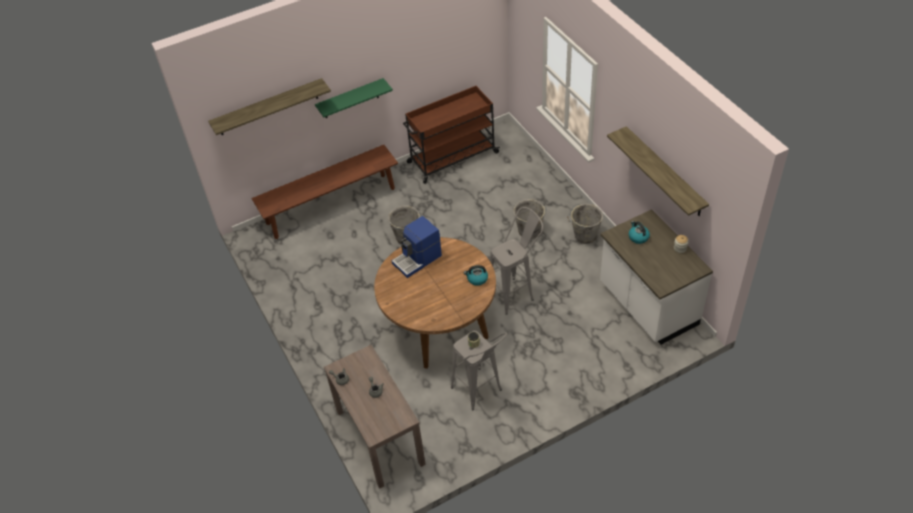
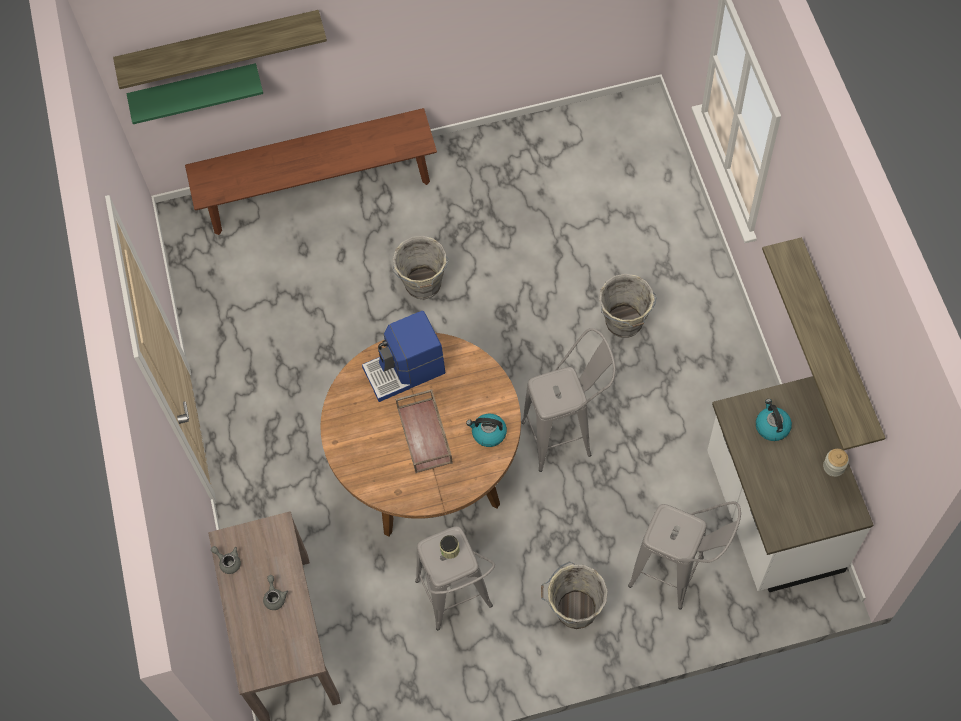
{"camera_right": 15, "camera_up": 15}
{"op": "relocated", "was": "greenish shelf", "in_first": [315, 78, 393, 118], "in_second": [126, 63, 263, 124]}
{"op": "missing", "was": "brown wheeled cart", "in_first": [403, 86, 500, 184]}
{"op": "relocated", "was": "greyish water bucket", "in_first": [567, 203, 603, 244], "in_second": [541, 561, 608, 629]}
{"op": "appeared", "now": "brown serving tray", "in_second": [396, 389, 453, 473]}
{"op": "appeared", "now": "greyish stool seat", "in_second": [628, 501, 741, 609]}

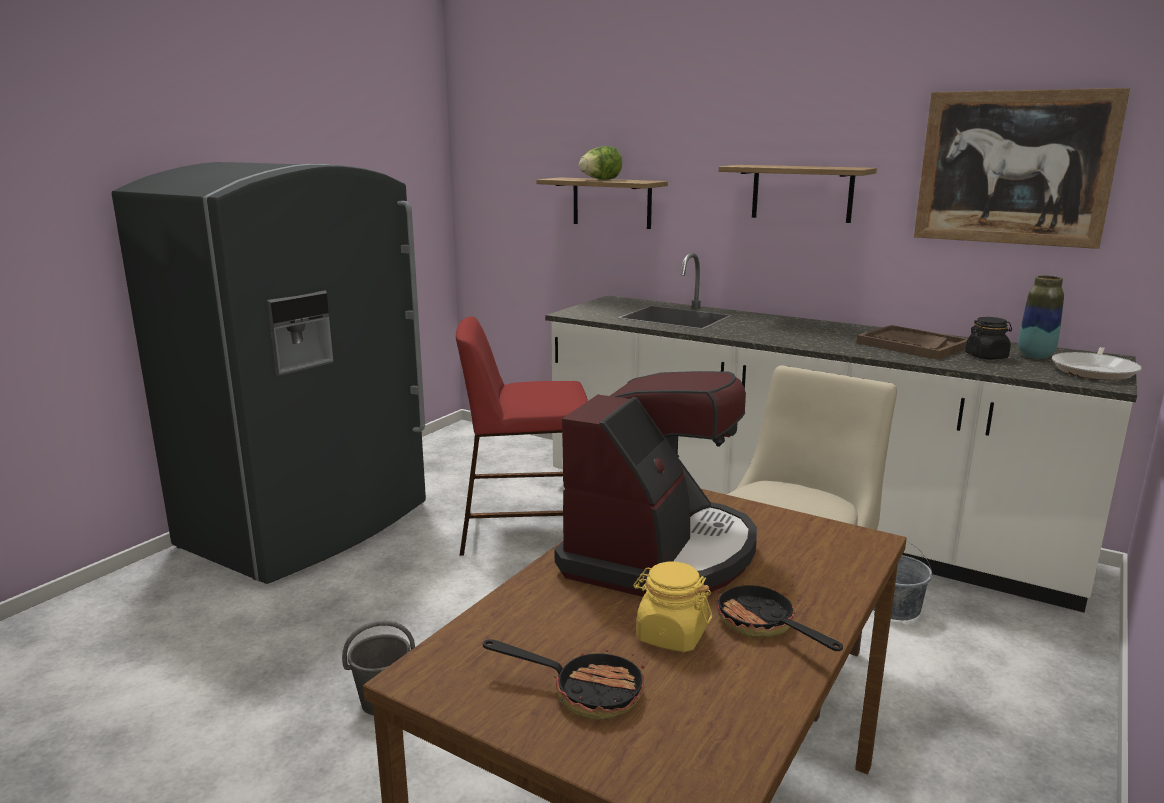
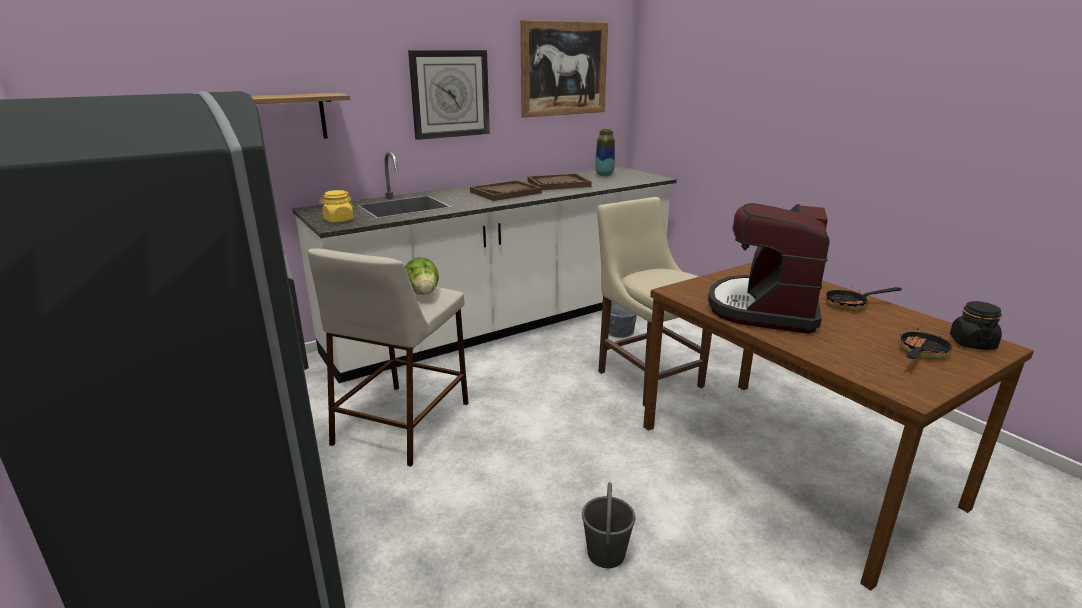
{"camera_right": -65, "camera_up": 5}
{"op": "colour", "was": "red-coloured stool seat", "now": "beige-coloured stool seat", "in_first": [456, 316, 588, 556], "in_second": [308, 248, 468, 467]}
{"op": "spun", "was": "coffee brewer", "in_first": [555, 371, 757, 597], "in_second": [708, 203, 830, 334], "clockwise": -120}
{"op": "relocated", "was": "head of lettuce", "in_first": [579, 146, 622, 180], "in_second": [405, 257, 439, 295]}
{"op": "relocated", "was": "yellow-coloured storage jar", "in_first": [633, 561, 712, 652], "in_second": [319, 190, 354, 223]}
{"op": "exchanged", "was": "shelf", "now": "wall clock", "in_first": [719, 165, 877, 223], "in_second": [408, 50, 490, 140]}
{"op": "relocated", "was": "black-coloured storage jar", "in_first": [965, 317, 1012, 359], "in_second": [950, 301, 1002, 350]}
{"op": "missing", "was": "frying pan", "in_first": [1052, 347, 1142, 380]}
{"op": "appeared", "now": "brown serving tray", "in_second": [470, 180, 542, 201]}

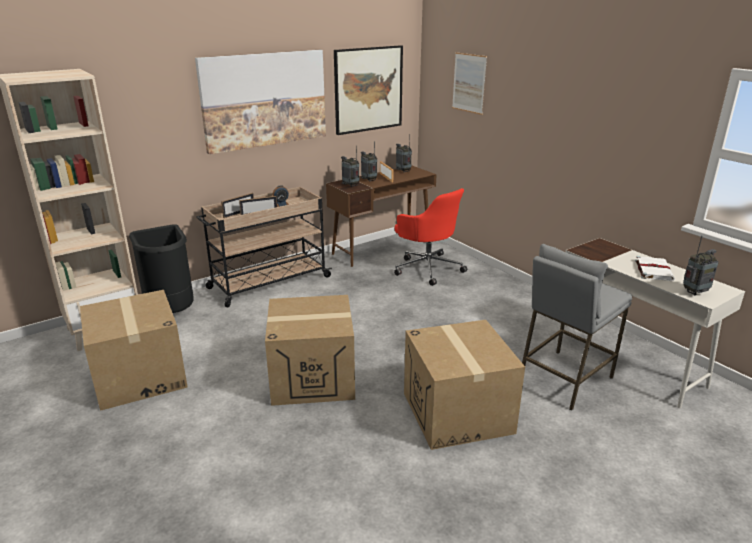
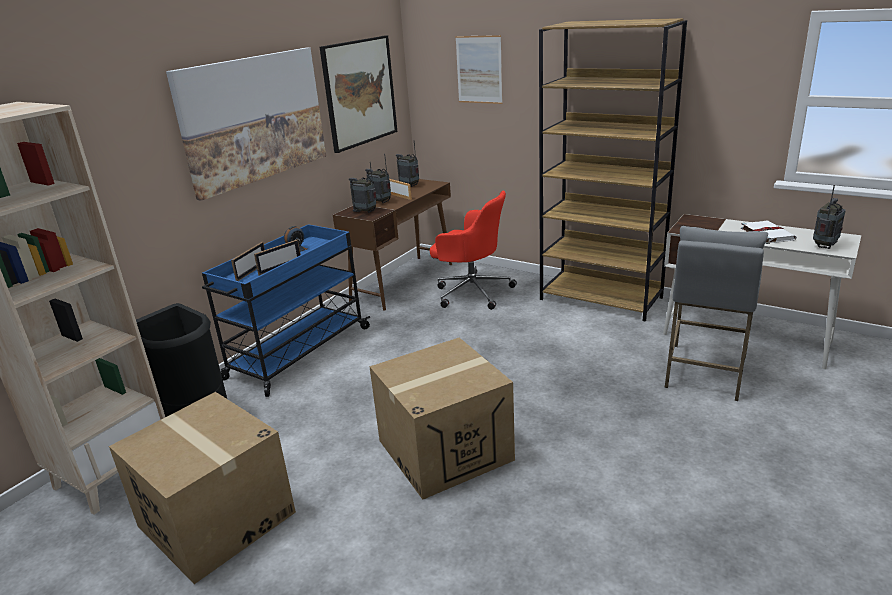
{"camera_right": -20, "camera_up": 0}
{"op": "colour", "was": "beige-coloured wheeled cart", "now": "bluish wheeled cart", "in_first": [196, 187, 332, 307], "in_second": [202, 224, 370, 397]}
{"op": "missing", "was": "packing box", "in_first": [404, 320, 525, 450]}
{"op": "appeared", "now": "brown bookshelf", "in_second": [539, 18, 687, 322]}

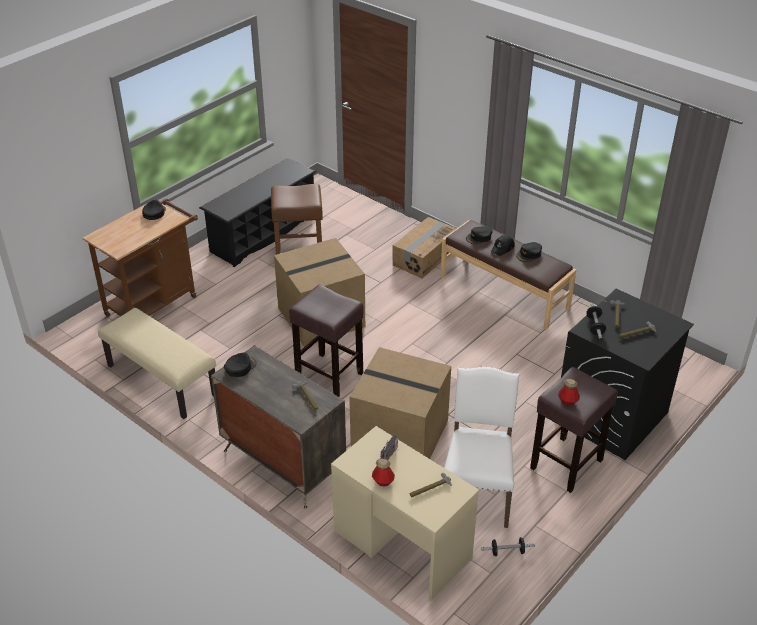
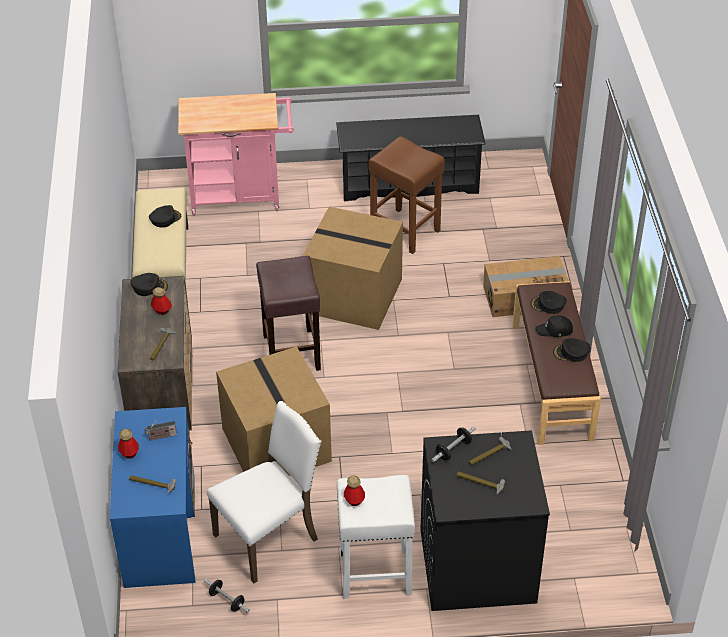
{"camera_right": 45, "camera_up": 5}
{"op": "colour", "was": "brown wheeled cart", "now": "pink wheeled cart", "in_first": [83, 199, 198, 317], "in_second": [178, 93, 294, 216]}
{"op": "relocated", "was": "black-coloured peaked cap", "in_first": [142, 200, 166, 220], "in_second": [149, 205, 181, 227]}
{"op": "colour", "was": "beige-coloured desk table", "now": "bluish desk table", "in_first": [331, 426, 479, 601], "in_second": [110, 407, 195, 588]}
{"op": "colour", "was": "brown stool seat", "now": "white-coloured stool seat", "in_first": [530, 367, 618, 493], "in_second": [337, 475, 415, 599]}
{"op": "appeared", "now": "drink bottle", "in_second": [151, 287, 172, 315]}

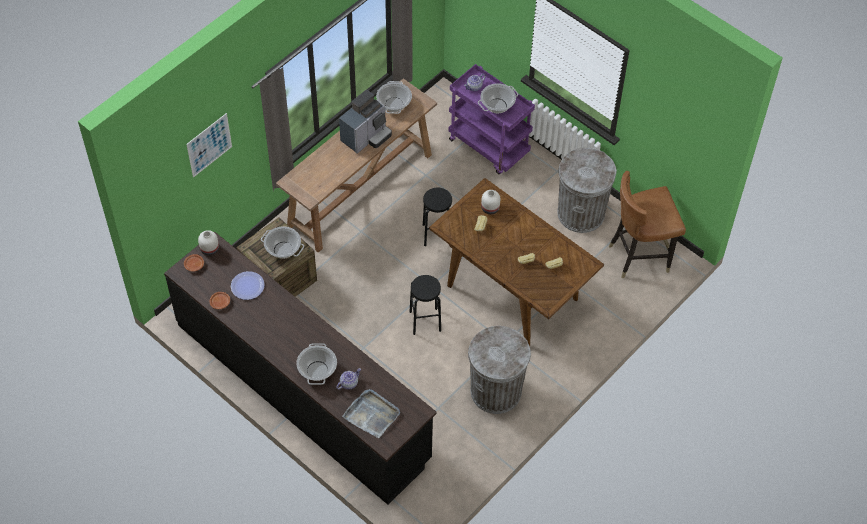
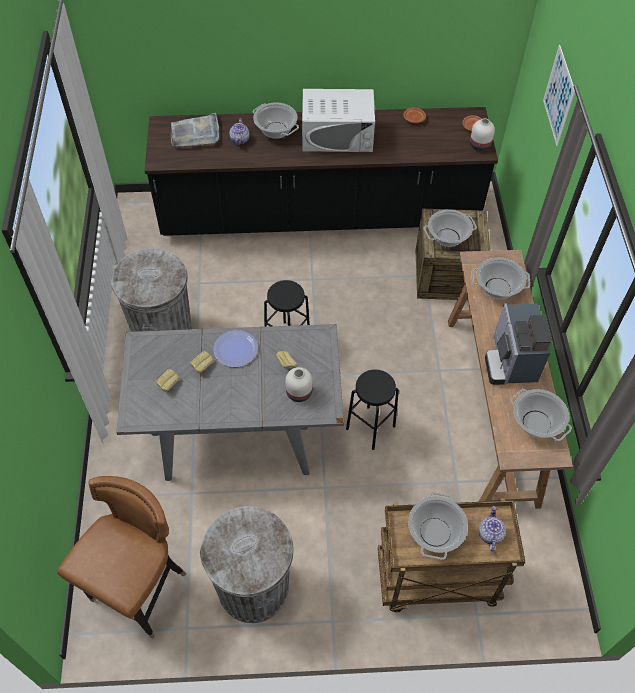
{"camera_right": 135, "camera_up": 0}
{"op": "relocated", "was": "dinner plate", "in_first": [231, 271, 265, 300], "in_second": [213, 330, 258, 367]}
{"op": "colour", "was": "brown dinner table", "now": "greyish dinner table", "in_first": [429, 178, 604, 346], "in_second": [116, 324, 344, 481]}
{"op": "colour", "was": "purple wheeled cart", "now": "brown wheeled cart", "in_first": [448, 64, 535, 174], "in_second": [378, 498, 525, 612]}
{"op": "appeared", "now": "white-coloured kitchen microwave", "in_second": [302, 89, 375, 152]}
{"op": "appeared", "now": "cooking pot", "in_second": [472, 257, 530, 299]}

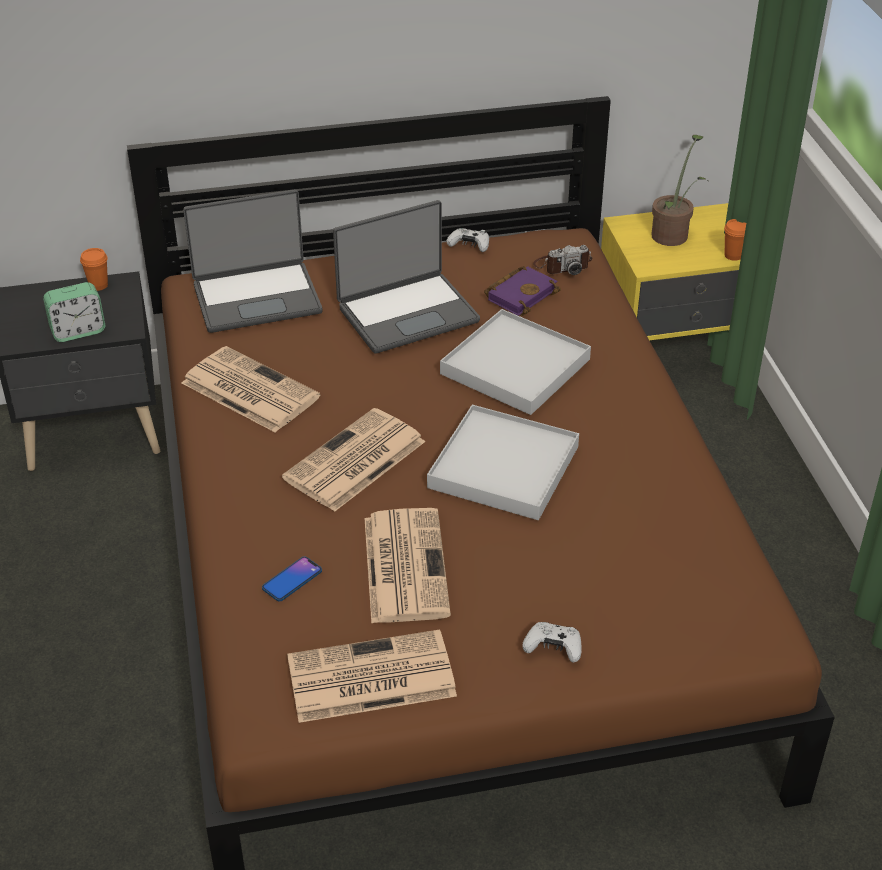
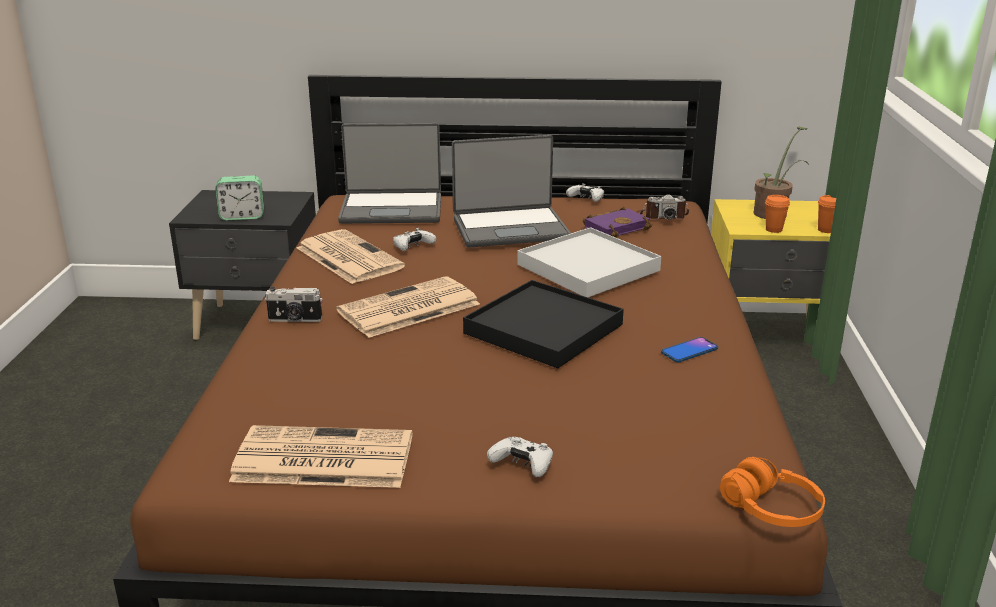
{"camera_right": 15, "camera_up": -15}
{"op": "relocated", "was": "orangey cup", "in_first": [80, 248, 108, 291], "in_second": [765, 195, 790, 233]}
{"op": "relocated", "was": "handset", "in_first": [262, 557, 322, 602], "in_second": [661, 337, 718, 362]}
{"op": "missing", "was": "daily paper", "in_first": [364, 508, 451, 624]}
{"op": "colour", "was": "white-coloured serving tray", "now": "black-coloured serving tray", "in_first": [427, 405, 579, 520], "in_second": [463, 280, 624, 368]}
{"op": "appeared", "now": "photo camera", "in_second": [265, 287, 323, 322]}
{"op": "appeared", "now": "white-coloured joypad", "in_second": [393, 228, 436, 251]}
{"op": "appeared", "now": "orangey headset", "in_second": [720, 457, 825, 527]}

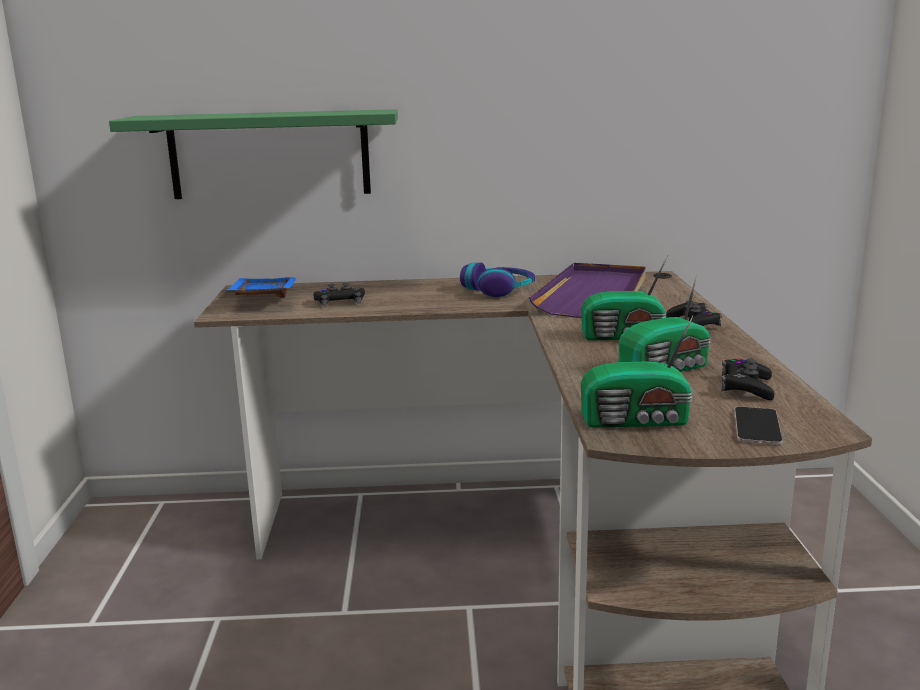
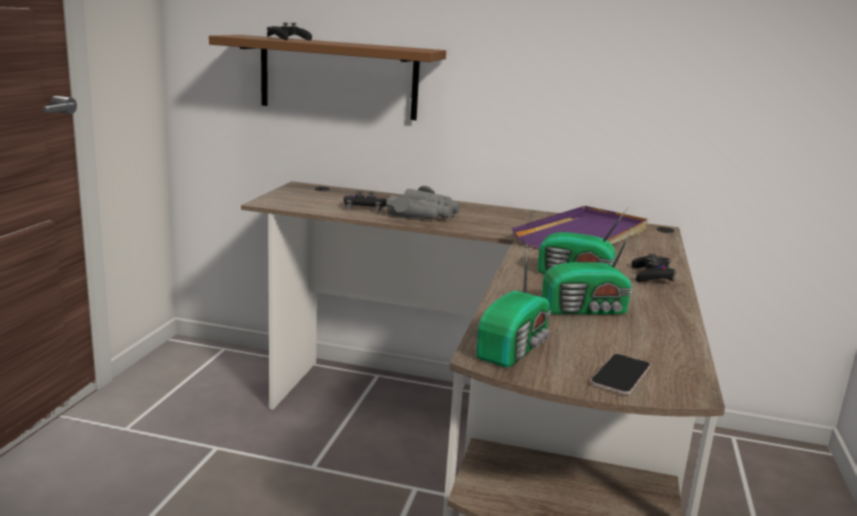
{"camera_right": 15, "camera_up": 0}
{"op": "colour", "was": "greenish shelf", "now": "brown shelf", "in_first": [109, 109, 398, 199], "in_second": [209, 35, 446, 120]}
{"op": "missing", "was": "bluish serving tray", "in_first": [227, 277, 297, 298]}
{"op": "missing", "was": "headset", "in_first": [460, 262, 535, 297]}
{"op": "spun", "was": "radio receiver", "in_first": [581, 316, 693, 428], "in_second": [476, 246, 551, 367], "clockwise": -75}
{"op": "relocated", "was": "black-coloured joypad", "in_first": [721, 358, 775, 400], "in_second": [267, 22, 312, 40]}
{"op": "appeared", "now": "greyish binoculars", "in_second": [386, 186, 461, 220]}

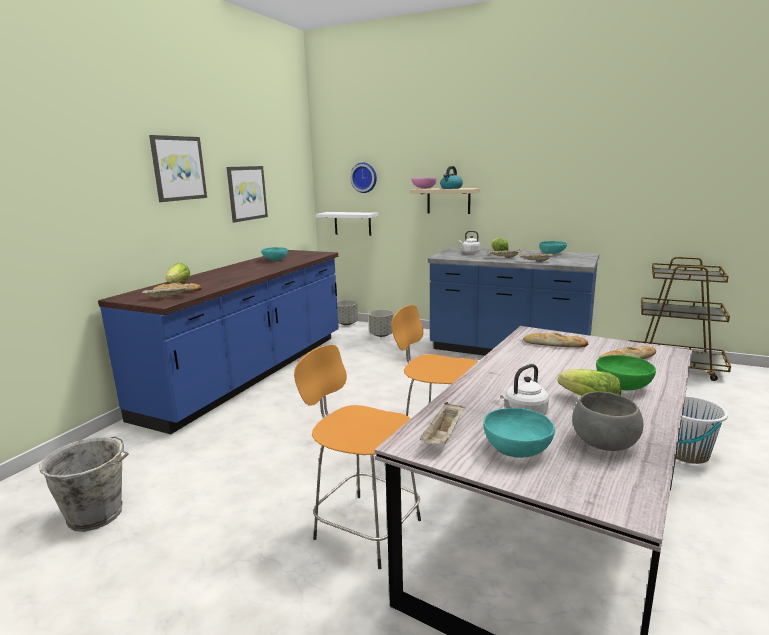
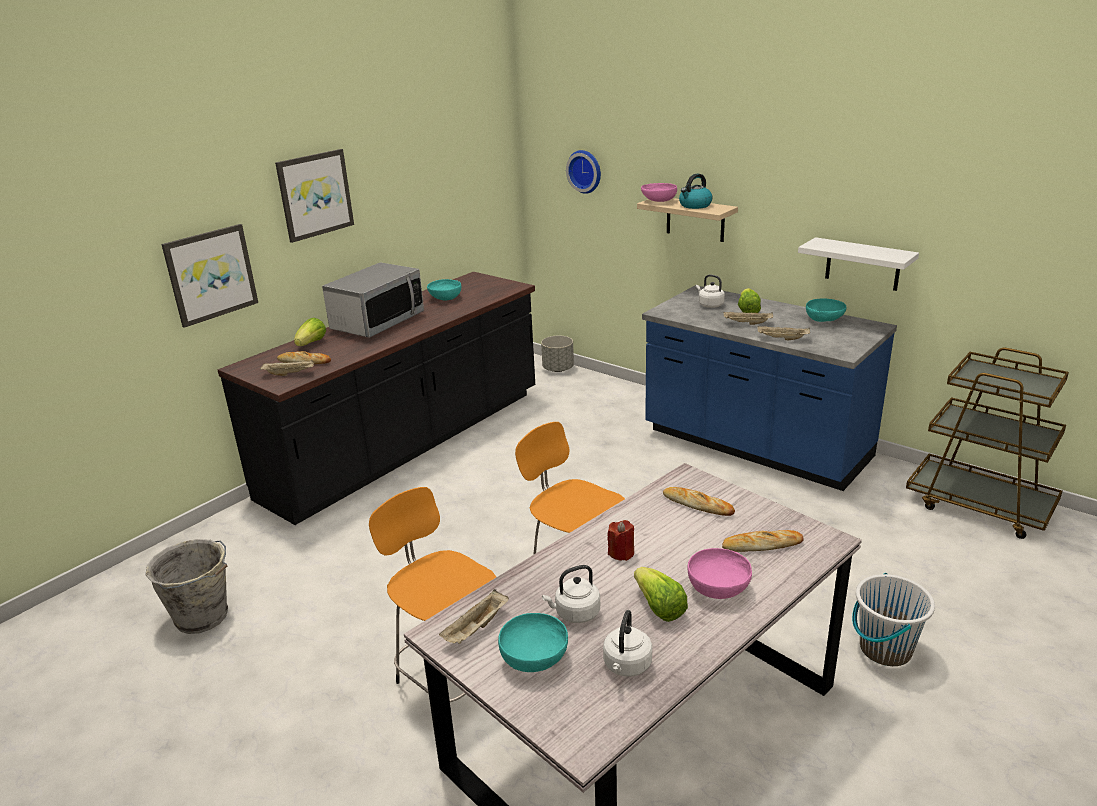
{"camera_right": 15, "camera_up": 10}
{"op": "colour", "was": "bluish kitchen base unit", "now": "black-coloured kitchen base unit", "in_first": [98, 250, 339, 434], "in_second": [218, 272, 535, 525]}
{"op": "relocated", "was": "wall art", "in_first": [227, 166, 268, 222], "in_second": [161, 224, 258, 328]}
{"op": "relocated", "was": "white-coloured shelf", "in_first": [316, 212, 378, 236], "in_second": [798, 237, 919, 291]}
{"op": "missing", "was": "greyish planter", "in_first": [369, 309, 394, 337]}
{"op": "exchanged", "was": "greyish serving bowl", "now": "white-coloured kettle", "in_first": [572, 392, 643, 451], "in_second": [603, 610, 652, 677]}
{"op": "colour", "was": "greenish serving bowl", "now": "pink serving bowl", "in_first": [596, 355, 656, 390], "in_second": [688, 548, 752, 599]}
{"op": "appeared", "now": "kitchen microwave", "in_second": [322, 262, 424, 338]}
{"op": "appeared", "now": "red-coloured candle", "in_second": [607, 520, 634, 561]}

